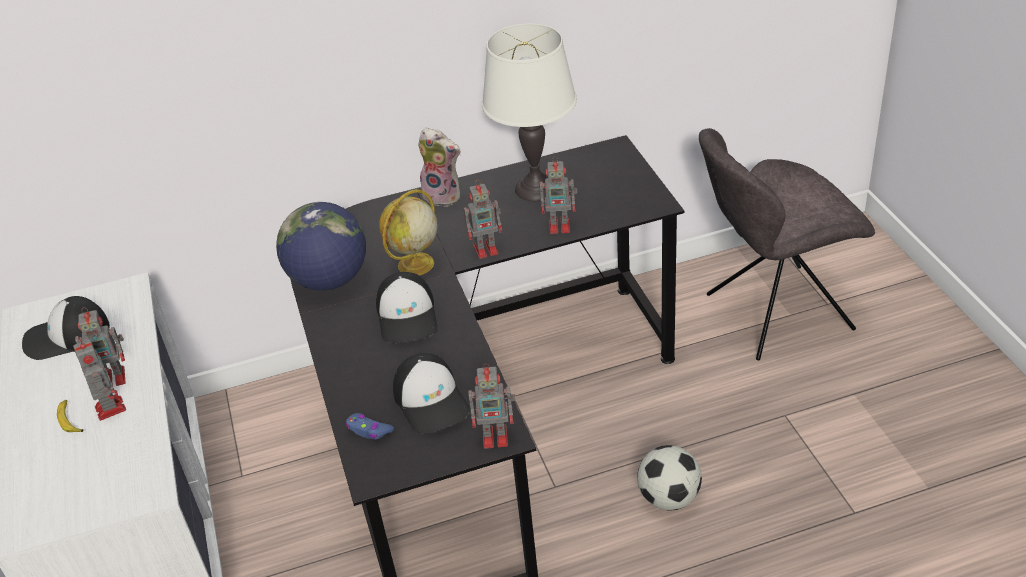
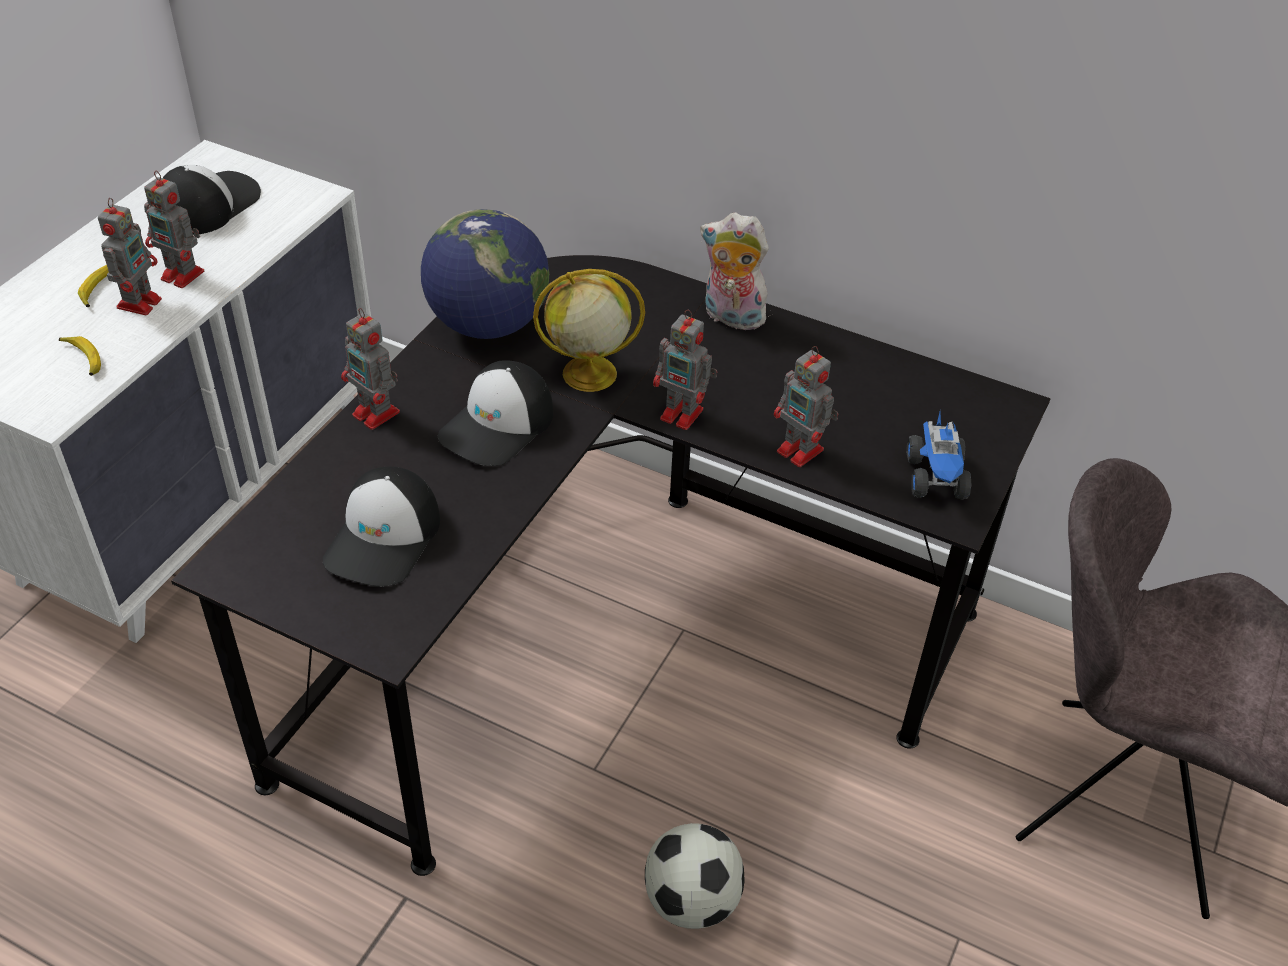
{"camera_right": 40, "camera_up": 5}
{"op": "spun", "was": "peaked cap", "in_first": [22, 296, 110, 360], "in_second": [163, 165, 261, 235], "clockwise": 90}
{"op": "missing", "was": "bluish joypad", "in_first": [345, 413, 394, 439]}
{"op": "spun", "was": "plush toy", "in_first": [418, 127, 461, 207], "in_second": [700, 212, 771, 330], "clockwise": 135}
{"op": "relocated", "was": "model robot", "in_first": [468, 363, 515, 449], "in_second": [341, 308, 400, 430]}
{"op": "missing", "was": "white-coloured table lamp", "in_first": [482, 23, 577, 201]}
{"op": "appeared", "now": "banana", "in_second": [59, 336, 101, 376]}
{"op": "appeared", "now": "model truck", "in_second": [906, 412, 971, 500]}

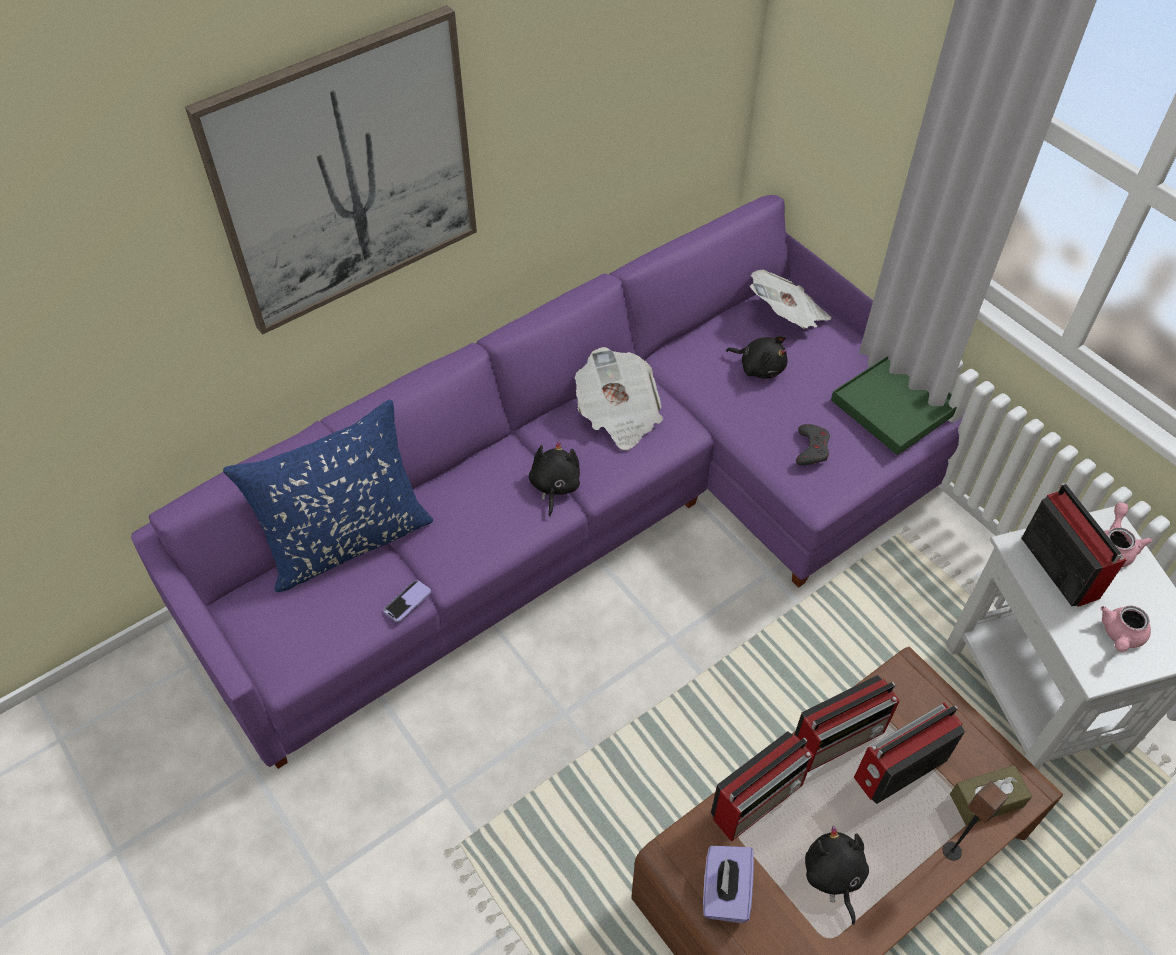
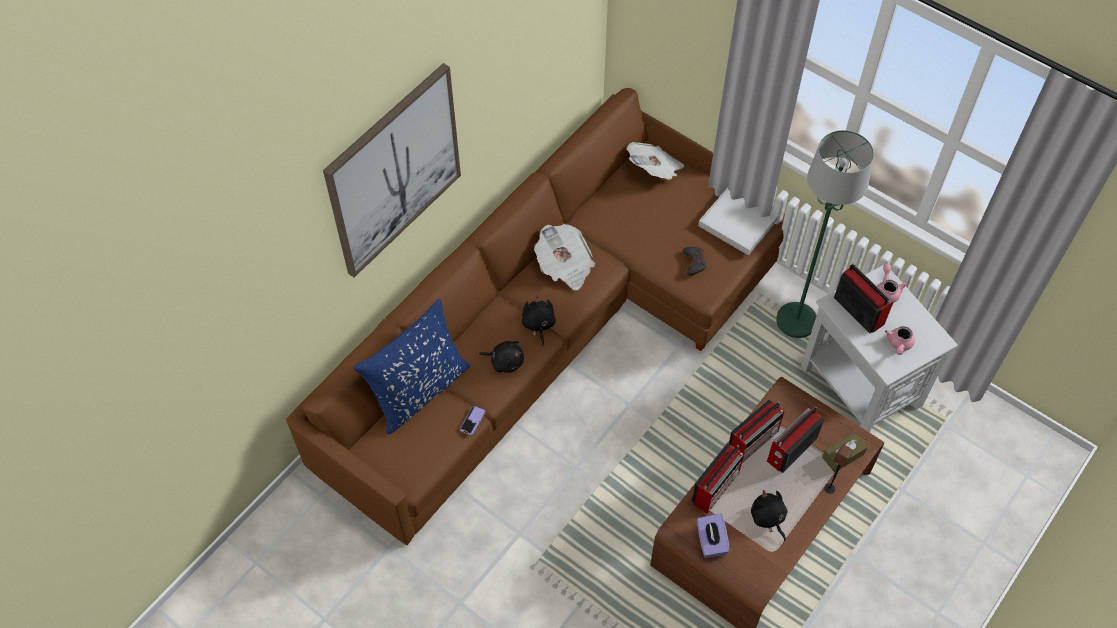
{"camera_right": -15, "camera_up": 5}
{"op": "colour", "was": "purple settee", "now": "brown settee", "in_first": [131, 195, 966, 769], "in_second": [286, 88, 785, 545]}
{"op": "relocated", "was": "black-coloured plush toy", "in_first": [726, 336, 788, 379], "in_second": [479, 341, 524, 373]}
{"op": "colour", "was": "greenish serving tray", "now": "white-coloured serving tray", "in_first": [831, 356, 957, 455], "in_second": [698, 188, 779, 255]}
{"op": "appeared", "now": "greenish floor lamp", "in_second": [776, 130, 874, 338]}

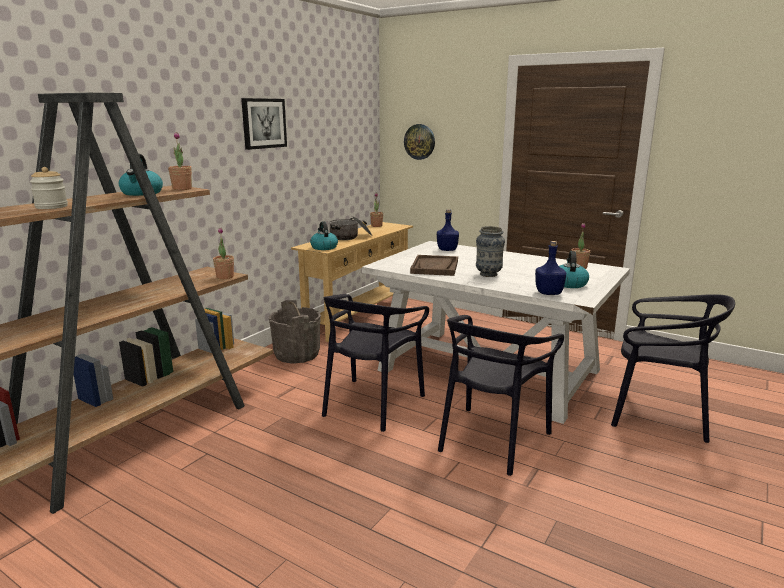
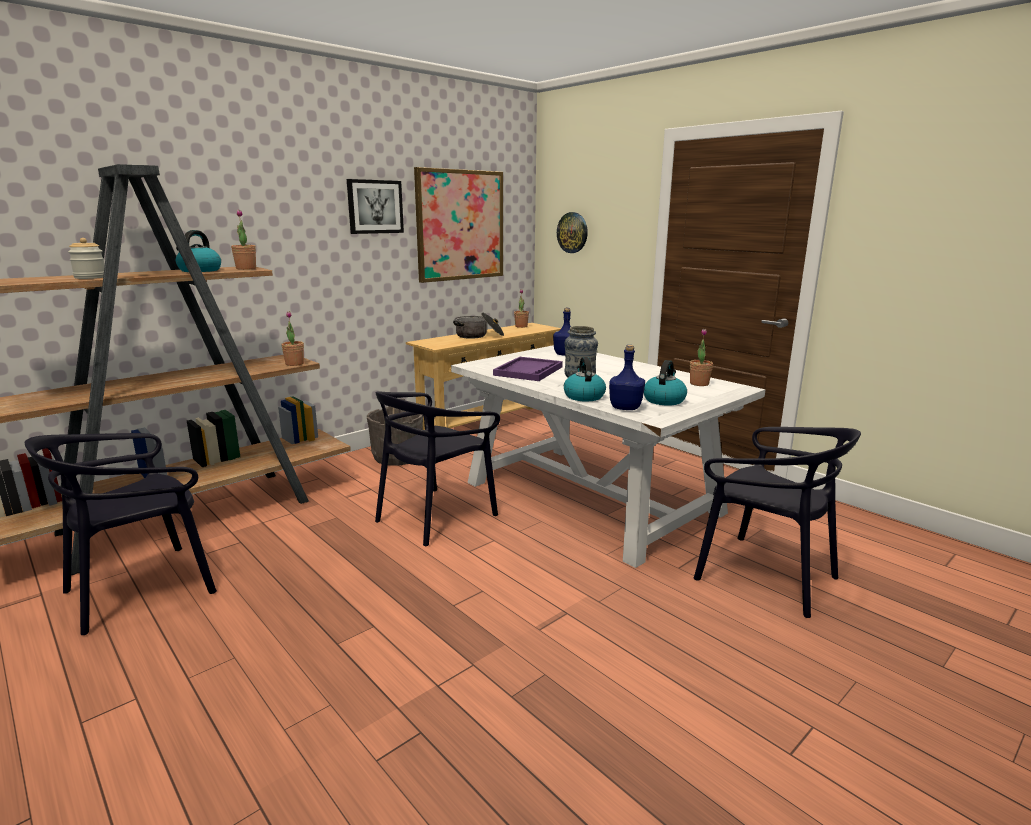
{"camera_right": 15, "camera_up": 0}
{"op": "relocated", "was": "kettle", "in_first": [310, 221, 338, 250], "in_second": [564, 357, 606, 402]}
{"op": "colour", "was": "brown serving tray", "now": "purple serving tray", "in_first": [410, 255, 458, 276], "in_second": [493, 357, 563, 381]}
{"op": "relocated", "was": "black-coloured plain chair", "in_first": [438, 315, 564, 476], "in_second": [25, 433, 217, 635]}
{"op": "appeared", "now": "wall art", "in_second": [414, 167, 503, 283]}

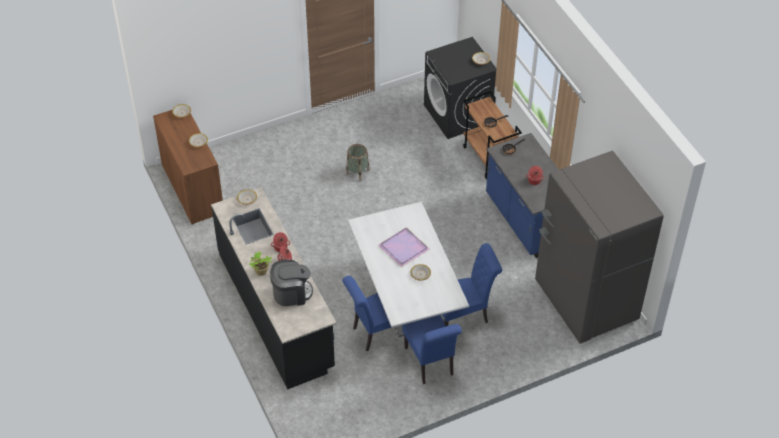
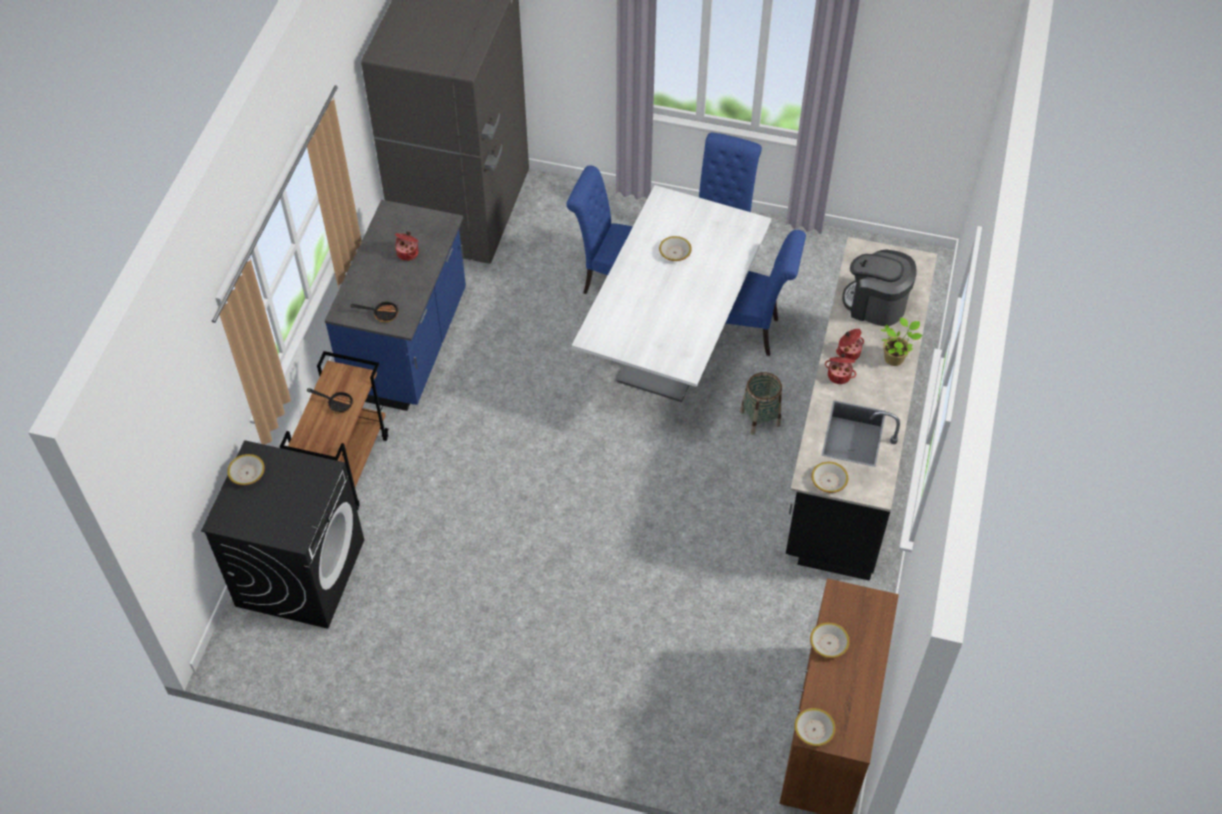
{"camera_right": -140, "camera_up": 5}
{"op": "relocated", "was": "storage basket", "in_first": [346, 144, 370, 181], "in_second": [740, 372, 782, 435]}
{"op": "missing", "was": "purple serving tray", "in_first": [378, 227, 430, 267]}

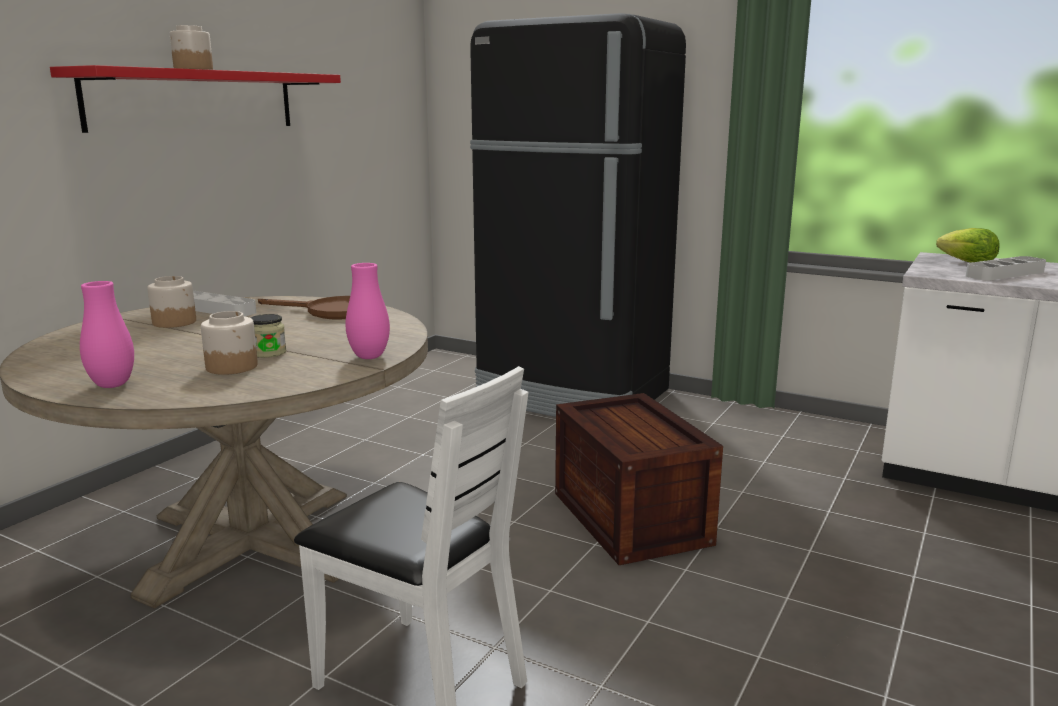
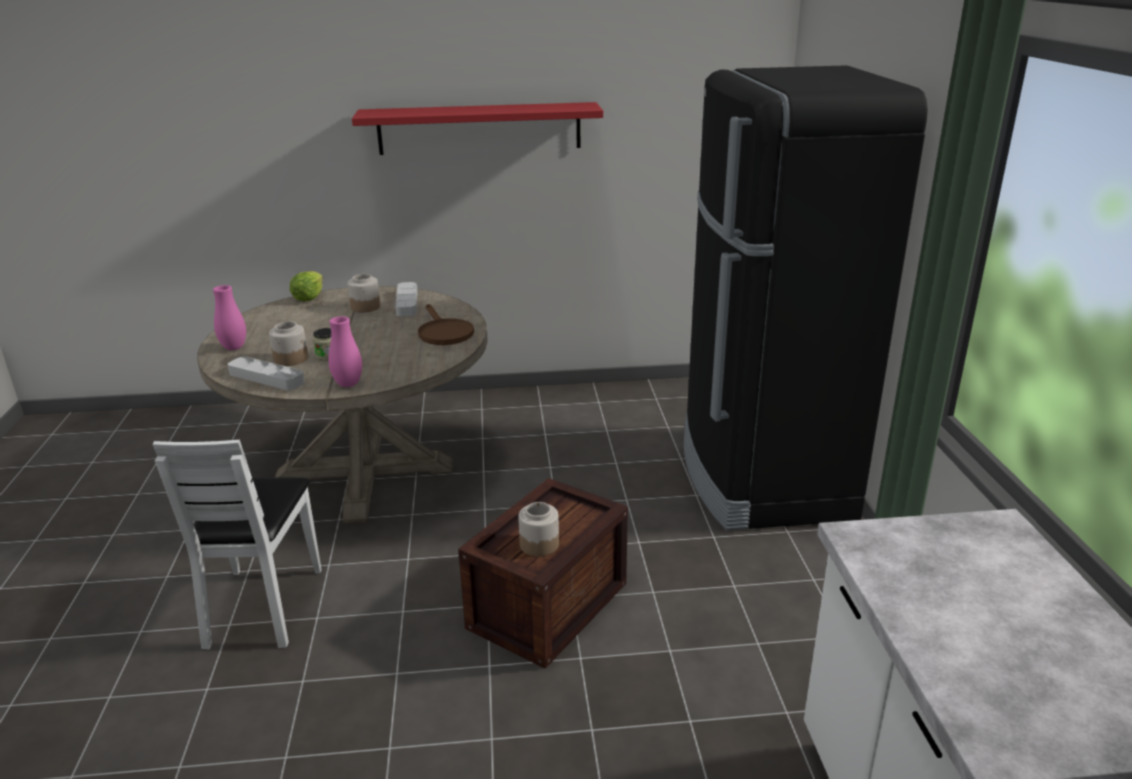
{"camera_right": 55, "camera_up": 10}
{"op": "relocated", "was": "storage jar", "in_first": [170, 25, 213, 70], "in_second": [518, 502, 559, 556]}
{"op": "relocated", "was": "head of lettuce", "in_first": [936, 228, 1000, 263], "in_second": [290, 271, 323, 302]}
{"op": "relocated", "was": "greyish serving tray", "in_first": [966, 256, 1046, 280], "in_second": [228, 357, 305, 390]}

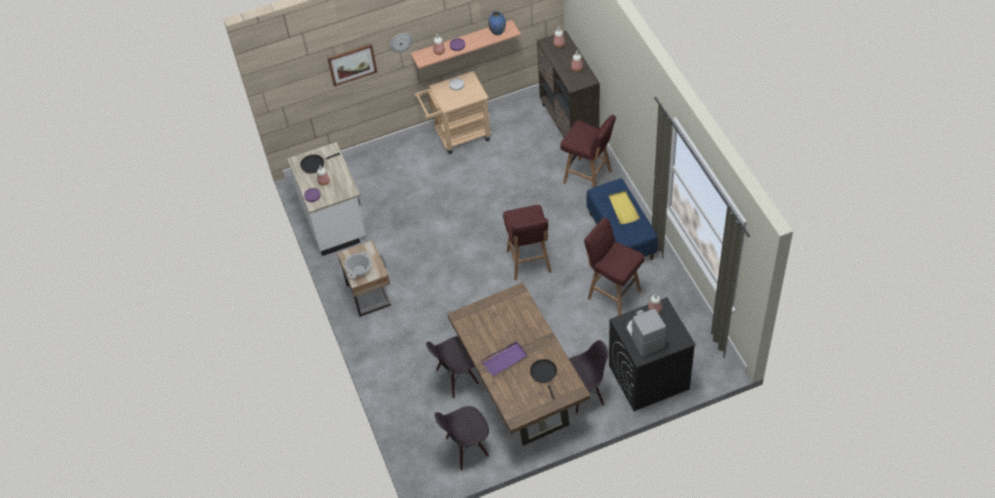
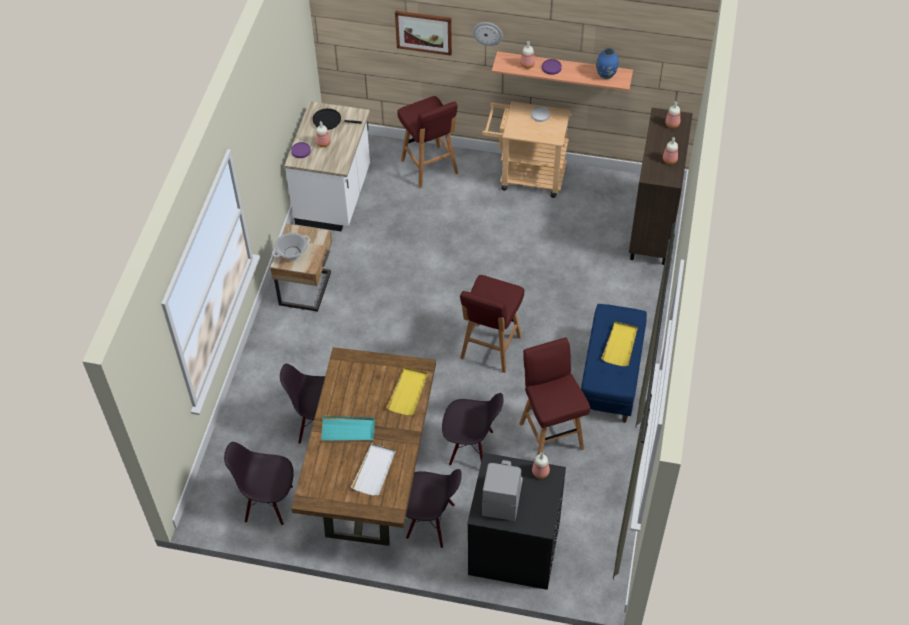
{"camera_right": 30, "camera_up": 0}
{"op": "colour", "was": "purple serving tray", "now": "turquoise serving tray", "in_first": [481, 341, 528, 377], "in_second": [321, 415, 375, 442]}
{"op": "exchanged", "was": "black-coloured frying pan", "now": "white-coloured serving tray", "in_first": [530, 359, 557, 399], "in_second": [351, 443, 396, 496]}
{"op": "relocated", "was": "red-coloured stool seat", "in_first": [560, 115, 616, 188], "in_second": [397, 96, 458, 188]}
{"op": "appeared", "now": "yellow-coloured serving tray", "in_second": [386, 367, 428, 416]}
{"op": "appeared", "now": "black-coloured plain chair", "in_second": [442, 393, 503, 466]}

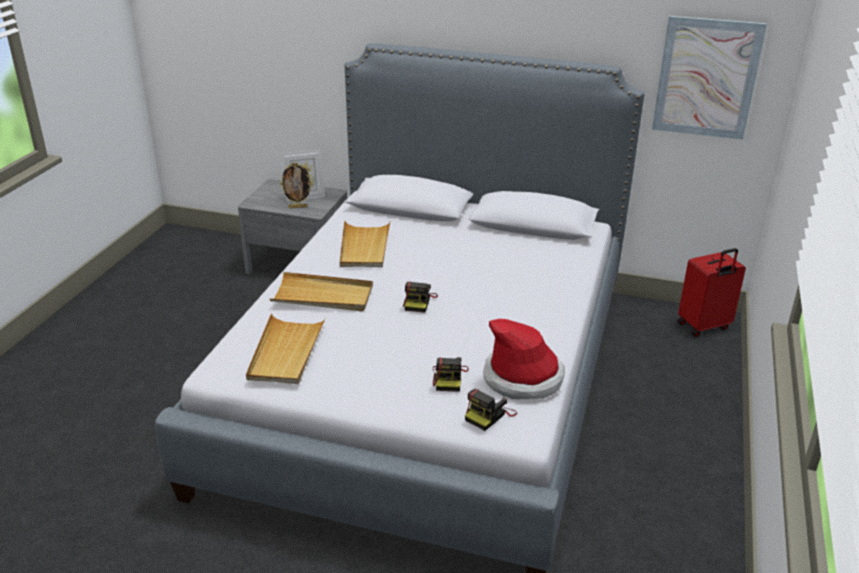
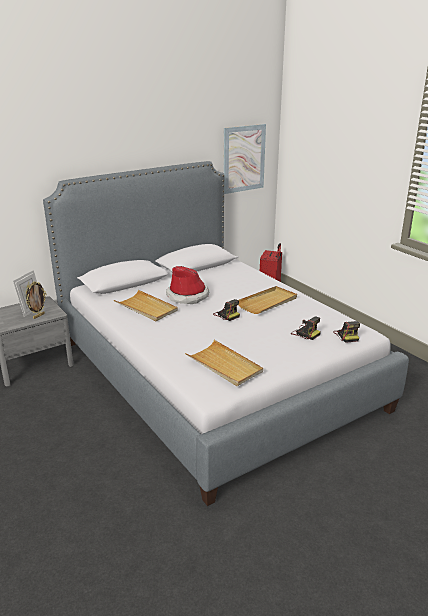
{"camera_right": -50, "camera_up": -5}
{"op": "relocated", "was": "beige-coloured serving tray", "in_first": [270, 272, 373, 311], "in_second": [238, 286, 297, 314]}
{"op": "relocated", "was": "clothing hat", "in_first": [483, 319, 565, 399], "in_second": [166, 266, 209, 304]}

